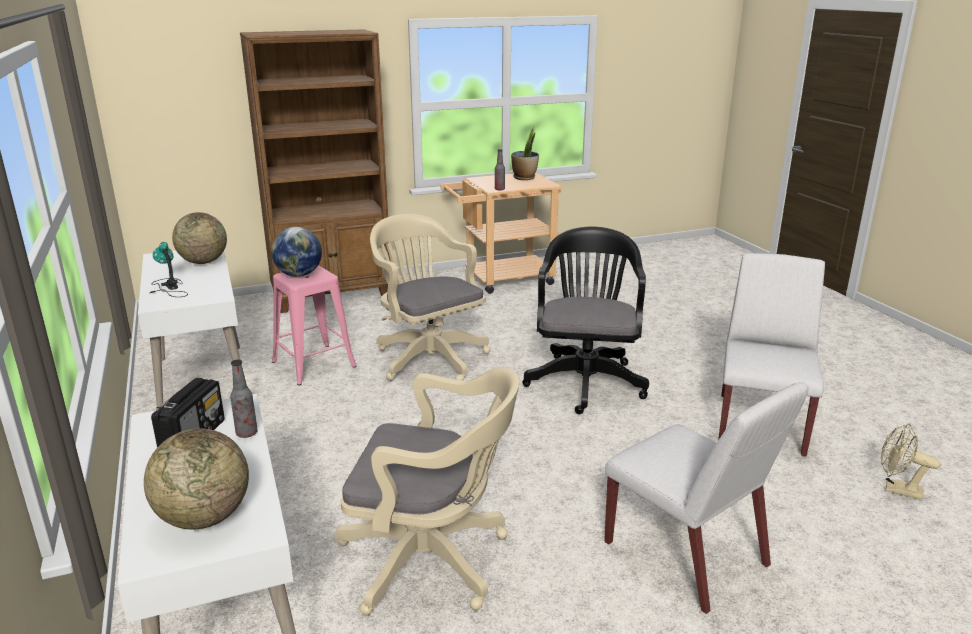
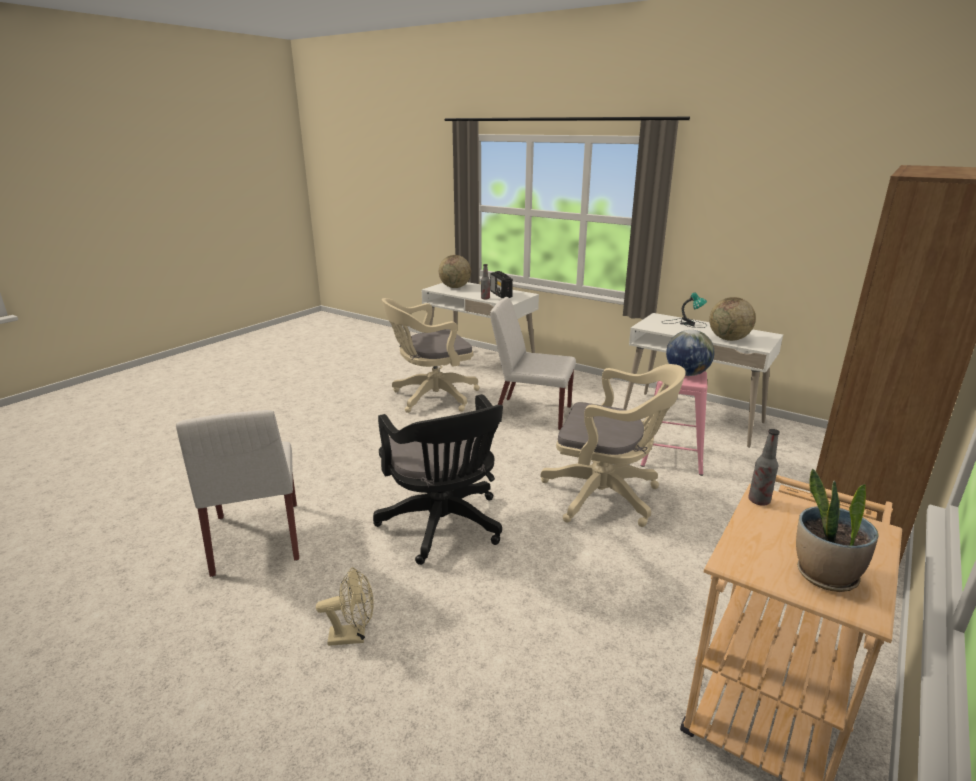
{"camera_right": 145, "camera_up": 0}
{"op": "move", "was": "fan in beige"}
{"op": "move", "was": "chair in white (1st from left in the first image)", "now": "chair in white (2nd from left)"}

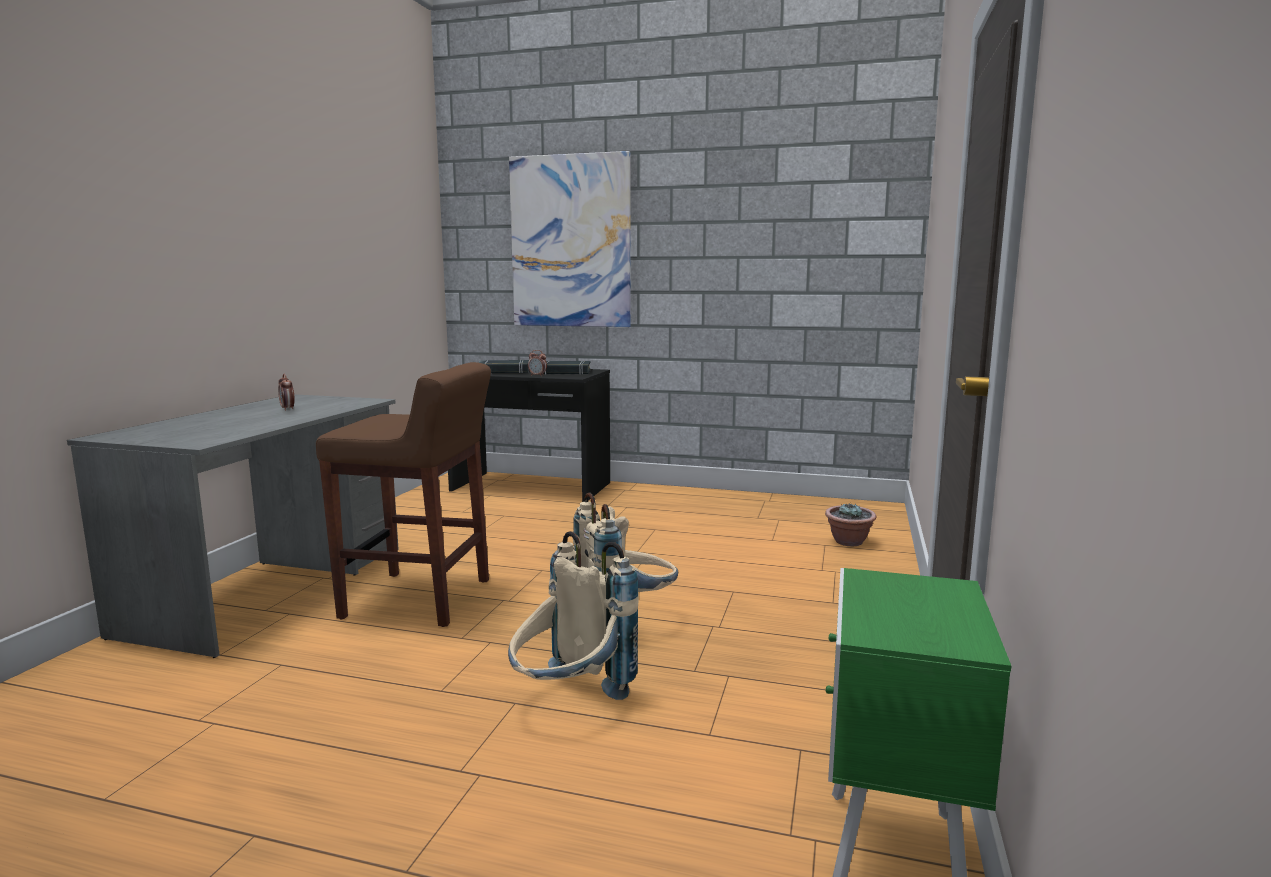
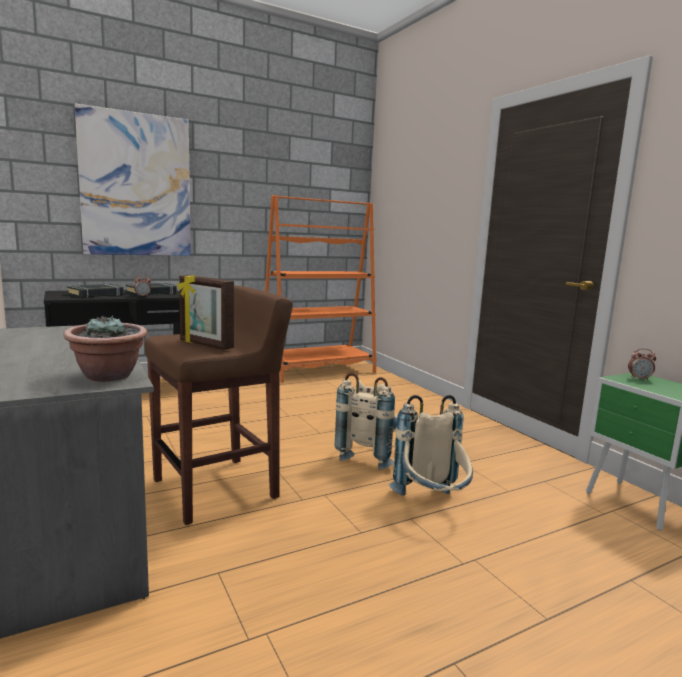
{"camera_right": -45, "camera_up": 0}
{"op": "move", "was": "potted plant"}
{"op": "insert", "now": "picture frame"}
{"op": "insert", "now": "bookcase in orange"}
{"op": "move", "was": "alarm clock (1st from left in the first image)", "now": "alarm clock (2nd from left)"}

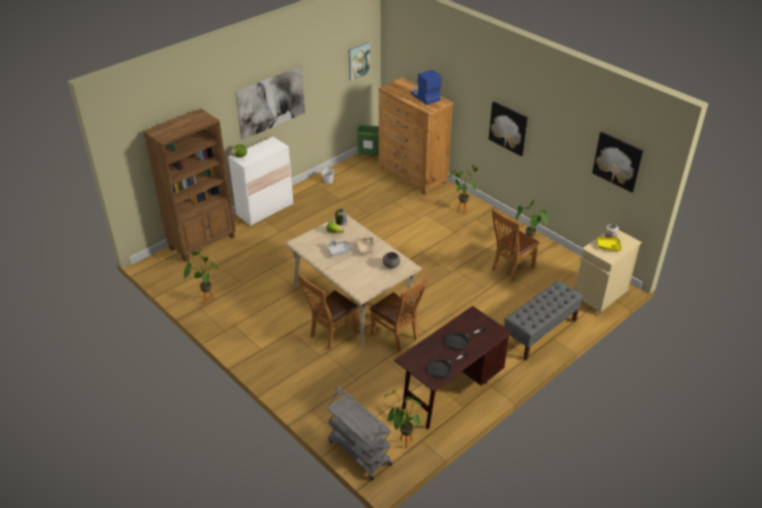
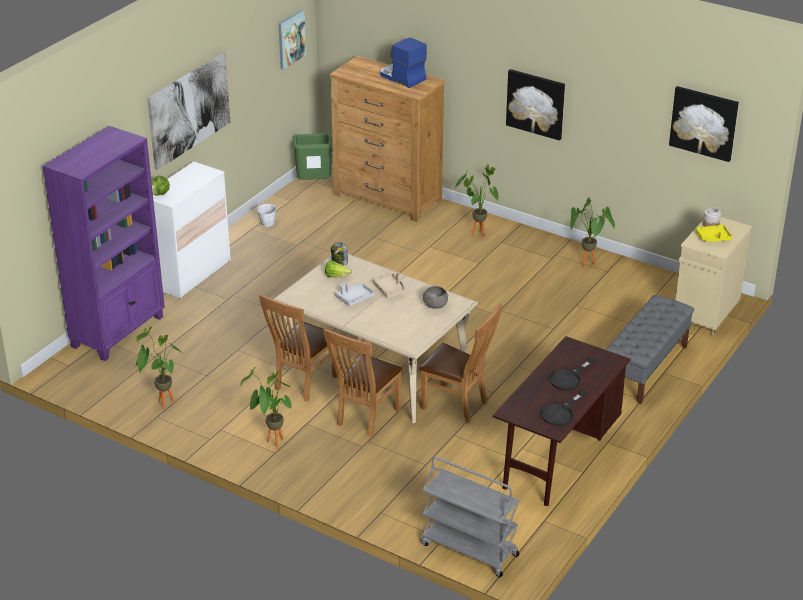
{"camera_right": -15, "camera_up": -5}
{"op": "recolor", "was": "bookcase in brown", "now": "bookcase in purple"}
{"op": "move", "was": "potted plant (2nd from left)"}
{"op": "move", "was": "chair in brown (3rd from left in the first image)", "now": "chair in brown (1st from left)"}

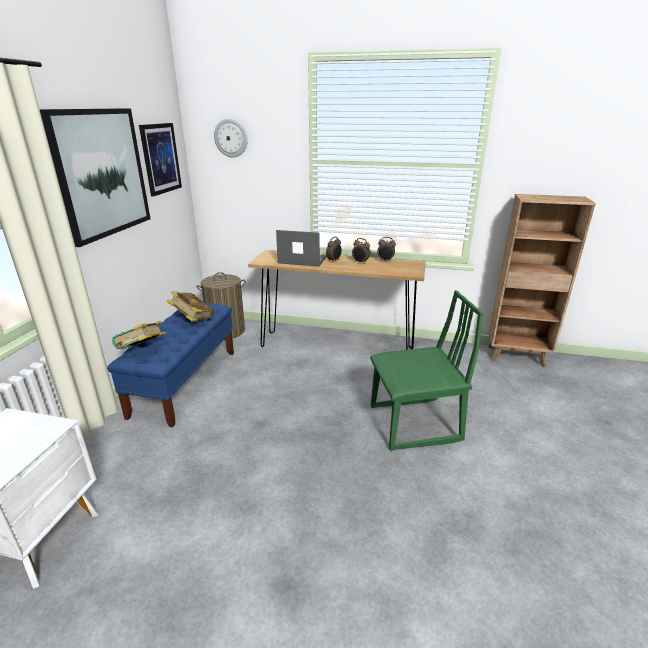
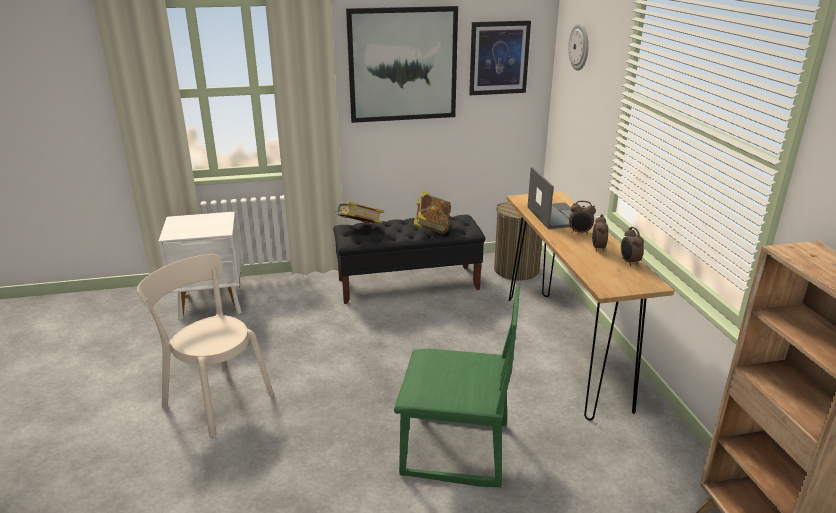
{"camera_right": 65, "camera_up": 0}
{"op": "insert", "now": "chair in beige"}
{"op": "recolor", "was": "bench in blue", "now": "bench in black"}
{"op": "rotate", "was": "chair in green", "clockwise": -45}

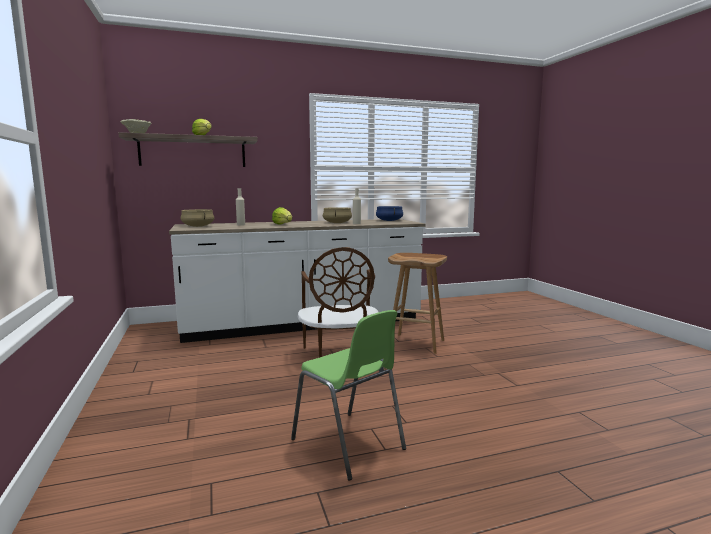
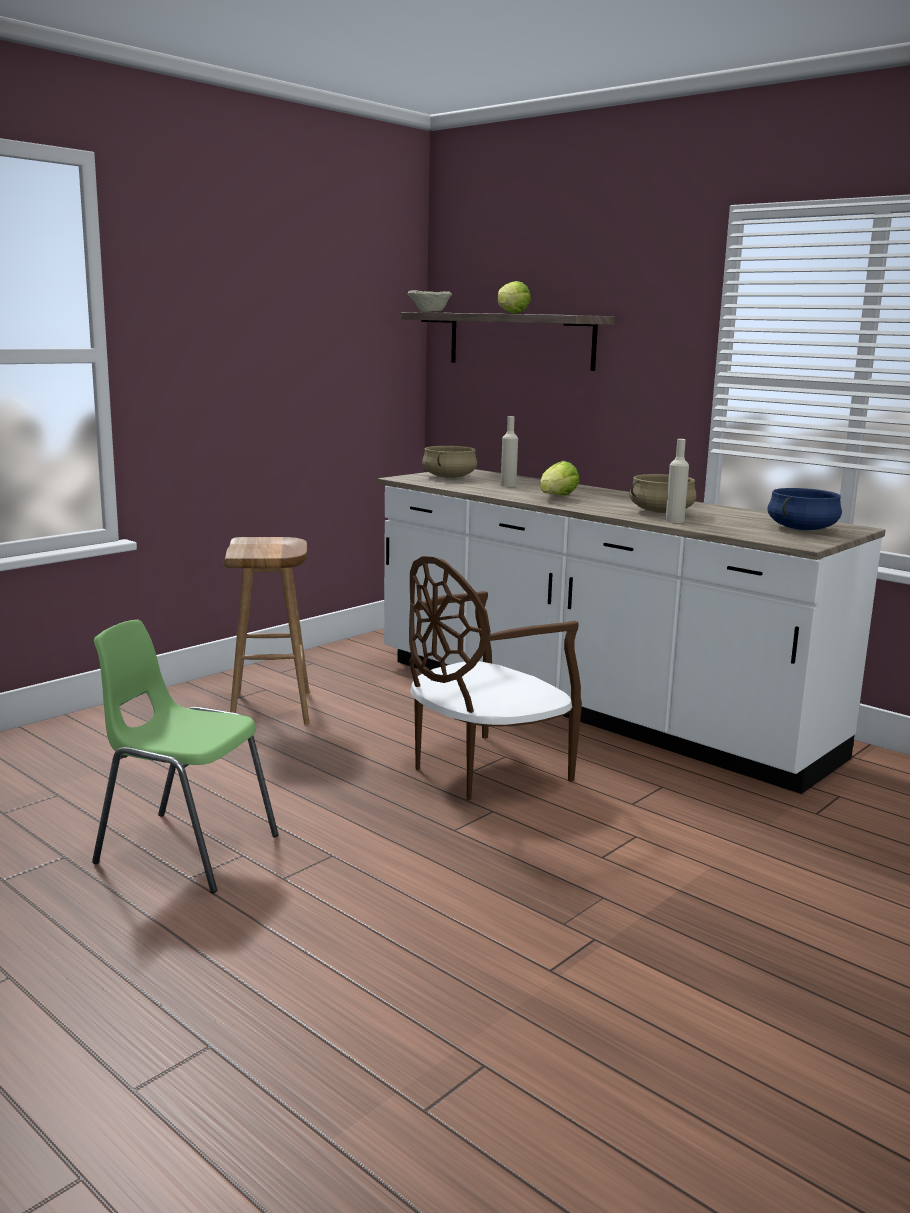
{"camera_right": 60, "camera_up": 5}
{"op": "rotate", "was": "chair in green", "clockwise": 90}
{"op": "move", "was": "stool in brown"}

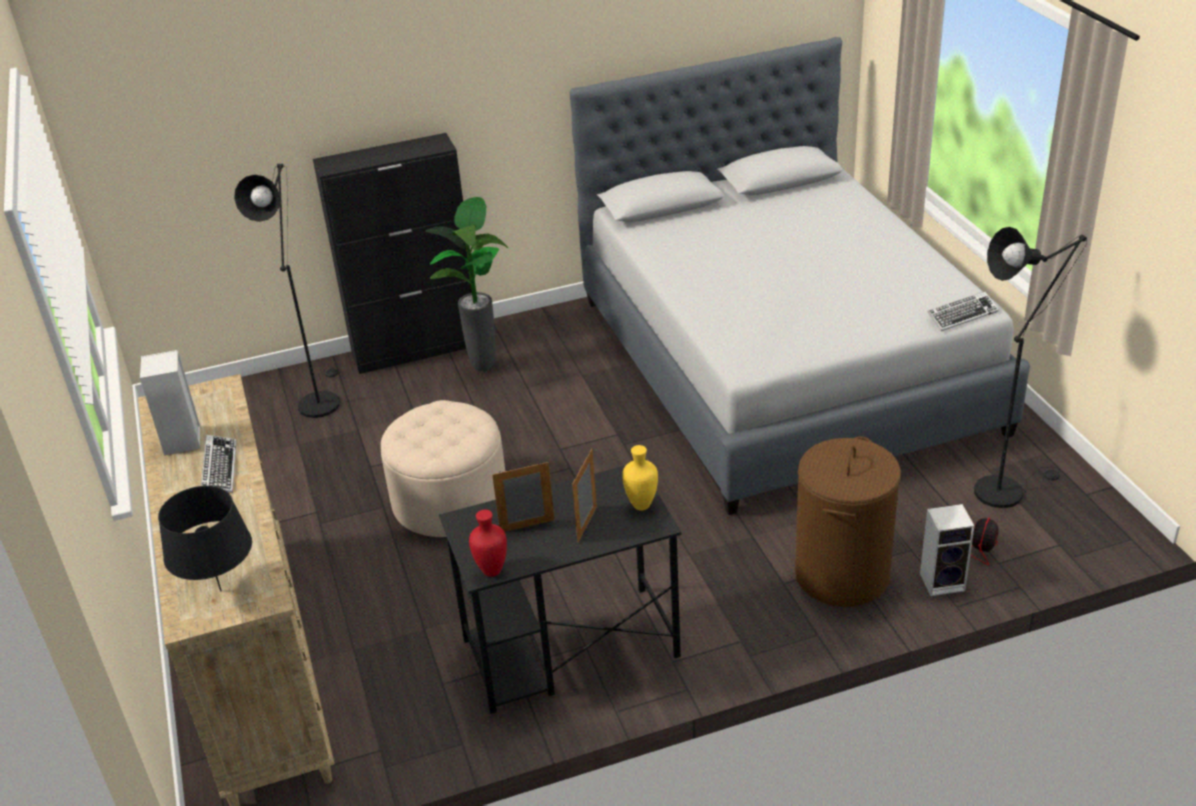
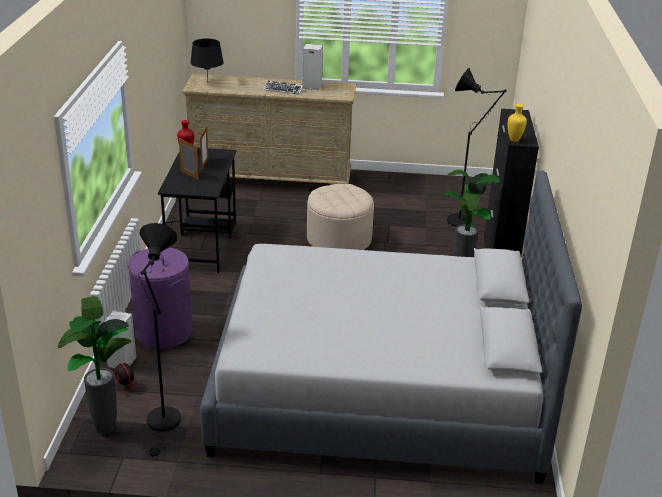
{"camera_right": 110, "camera_up": -5}
{"op": "insert", "now": "potted plant (1st from left)"}
{"op": "recolor", "was": "laundry basket in brown", "now": "laundry basket in purple"}
{"op": "move", "was": "vase in yellow"}
{"op": "delete", "was": "keyboard (2nd from left)"}

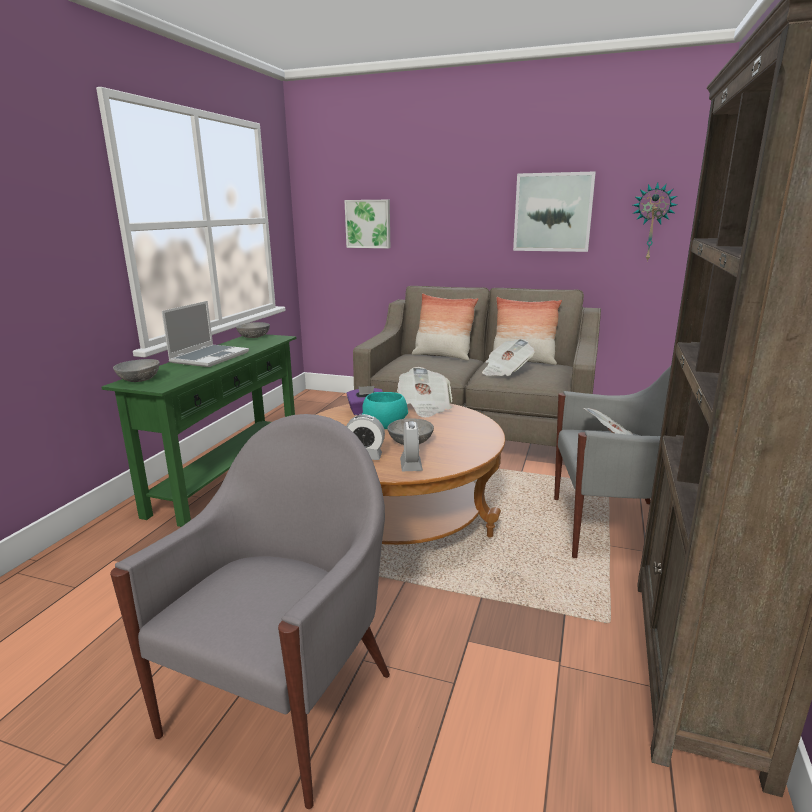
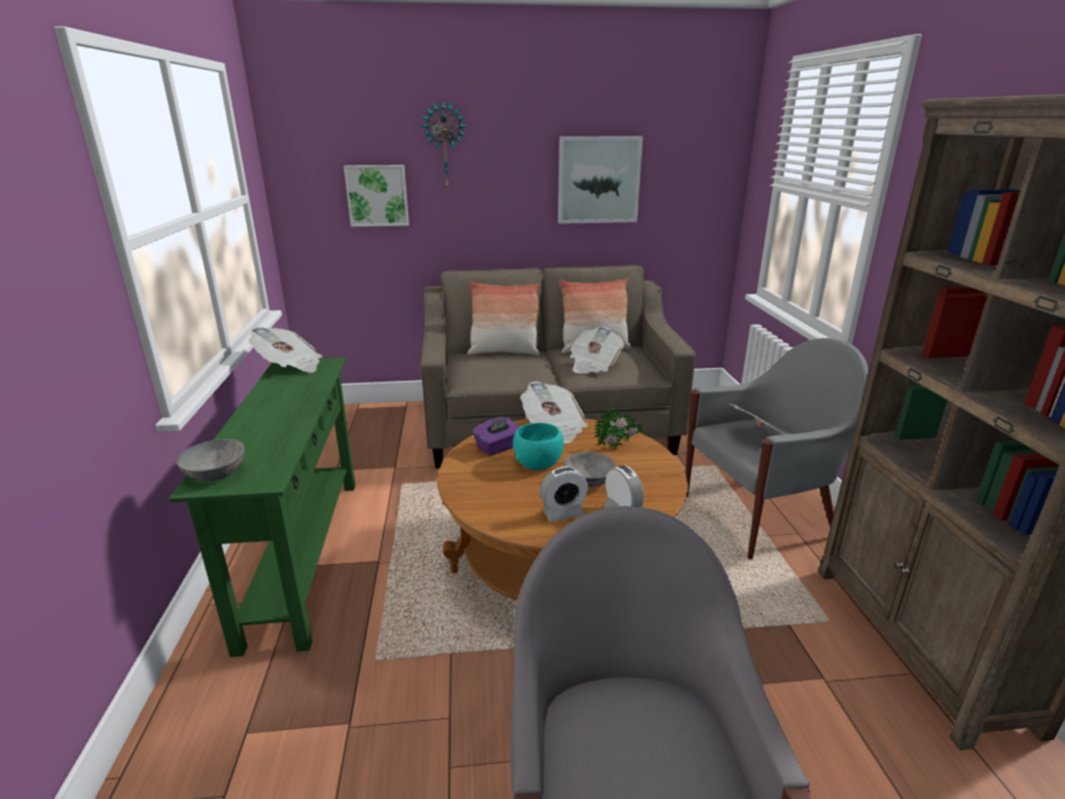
{"camera_right": -25, "camera_up": 5}
{"op": "replace", "was": "bowl in grey (2nd from left)", "now": "newspaper (1st from left)"}
{"op": "move", "was": "wall clock"}
{"op": "insert", "now": "potted plant"}
{"op": "delete", "was": "laptop"}

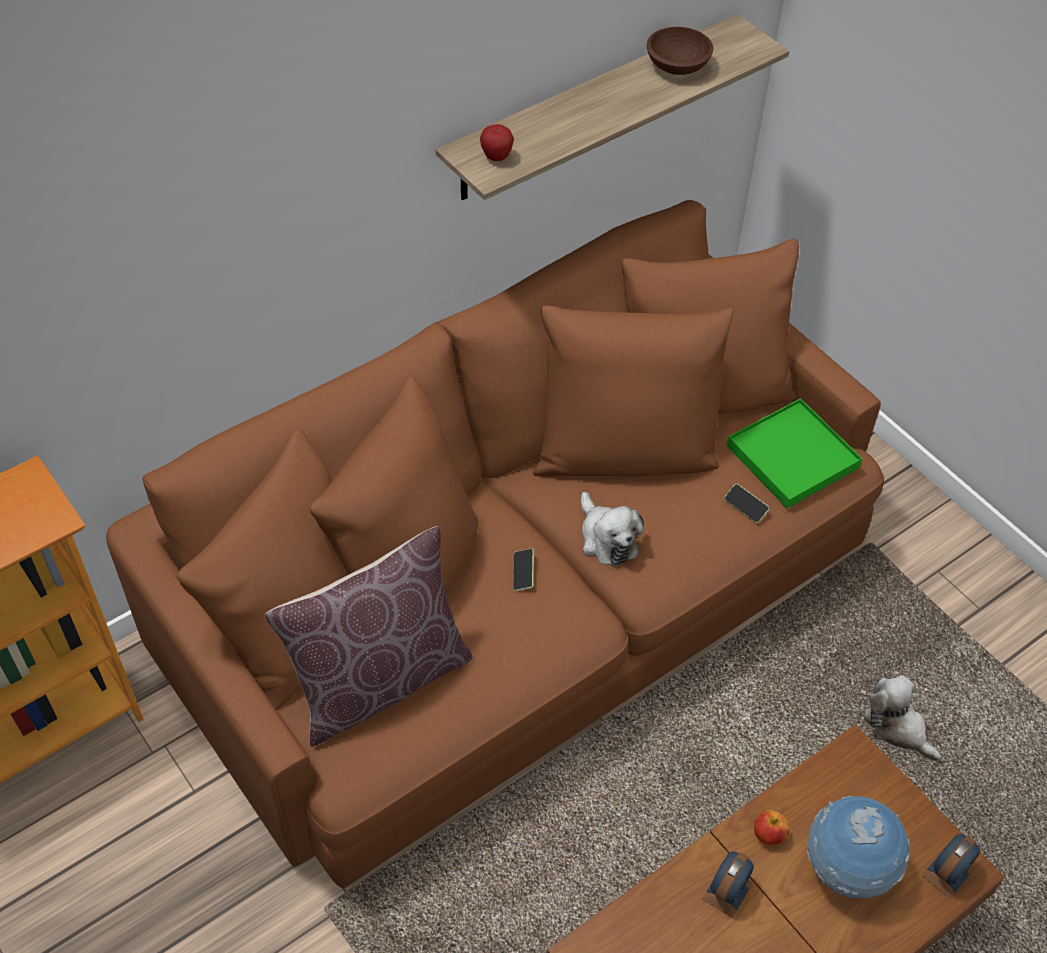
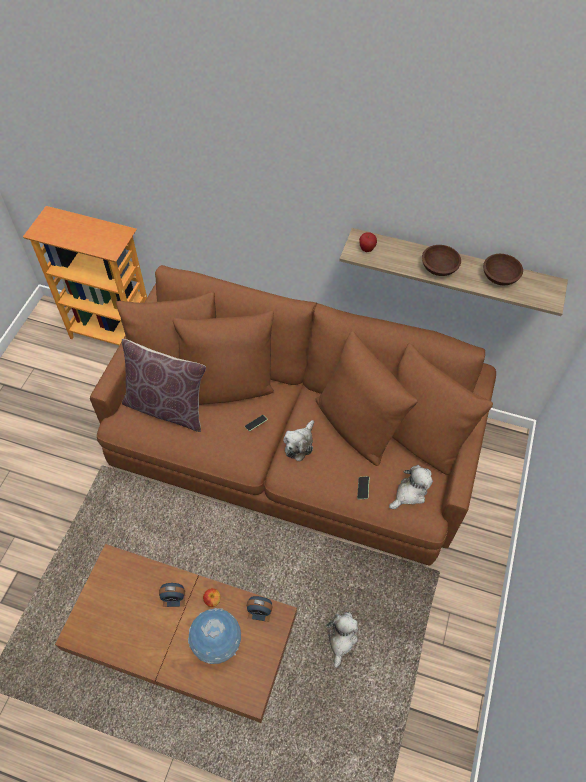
{"camera_right": 55, "camera_up": 5}
{"op": "move", "was": "alarm clock (2nd from left)"}
{"op": "replace", "was": "tray in green", "now": "plush toy (3rd from left)"}
{"op": "insert", "now": "bowl in brown (1st from left)"}

